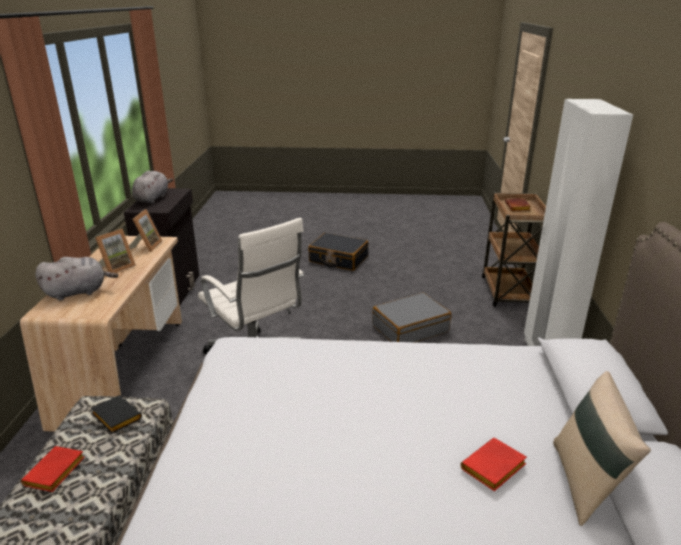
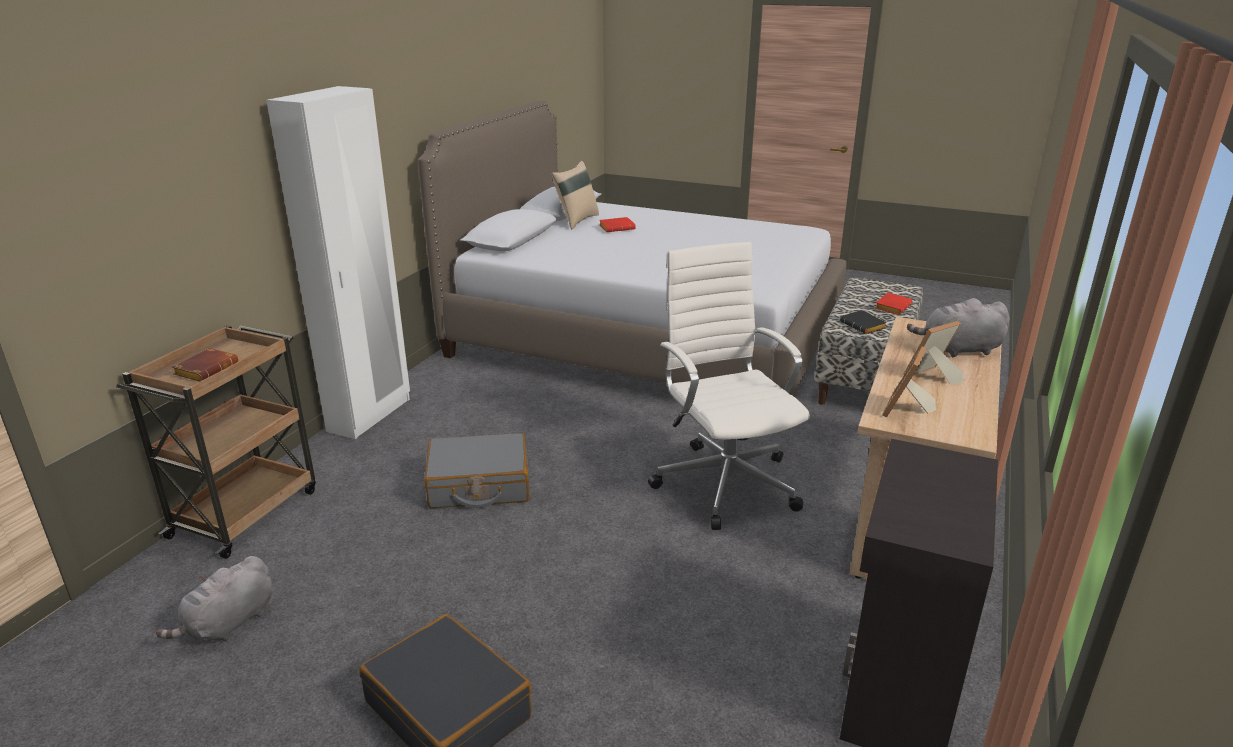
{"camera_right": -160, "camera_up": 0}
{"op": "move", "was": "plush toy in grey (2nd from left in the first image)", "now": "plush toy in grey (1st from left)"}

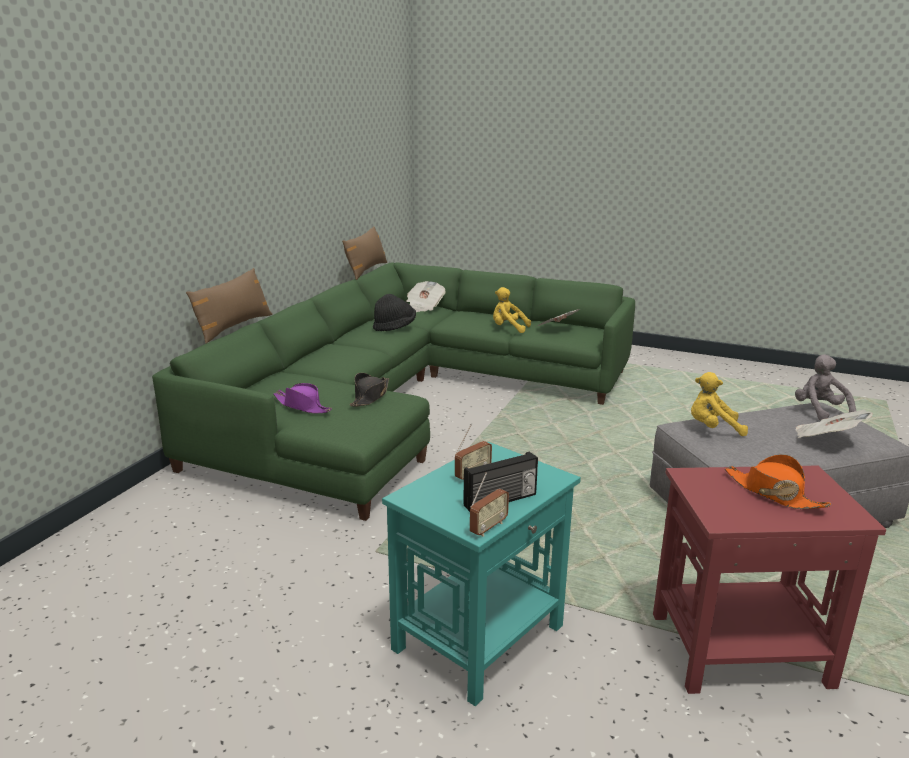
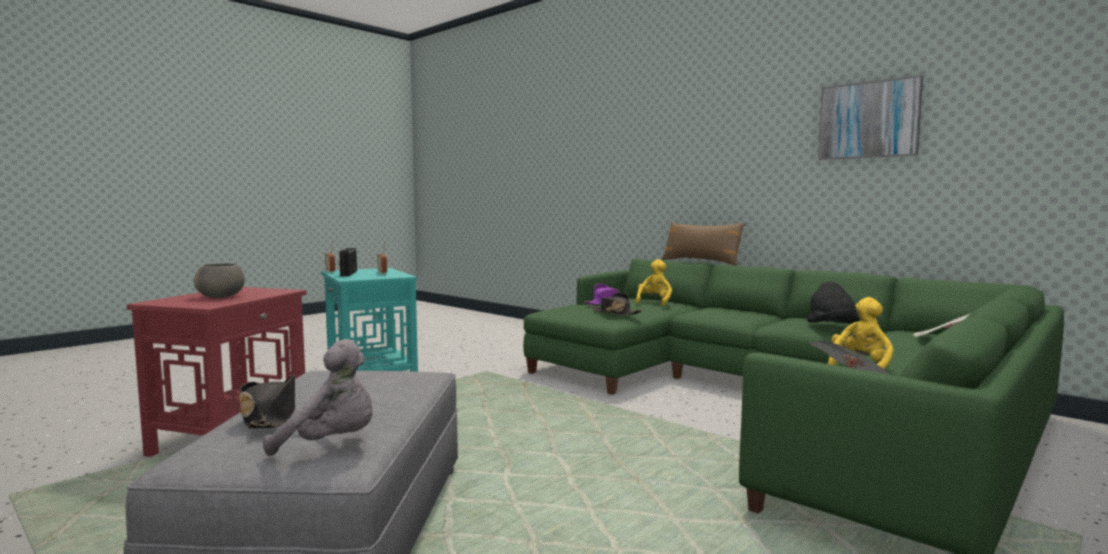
{"camera_right": 110, "camera_up": -15}
{"op": "replace", "was": "hat in orange", "now": "bowl in grey"}
{"op": "replace", "was": "newspaper (3rd from left)", "now": "hat in black (1st from left)"}
{"op": "move", "was": "plush toy in yellow (2nd from left in the first image)", "now": "plush toy in yellow (1st from left)"}
{"op": "insert", "now": "picture"}
{"op": "delete", "was": "pillow in brown (2nd from left)"}

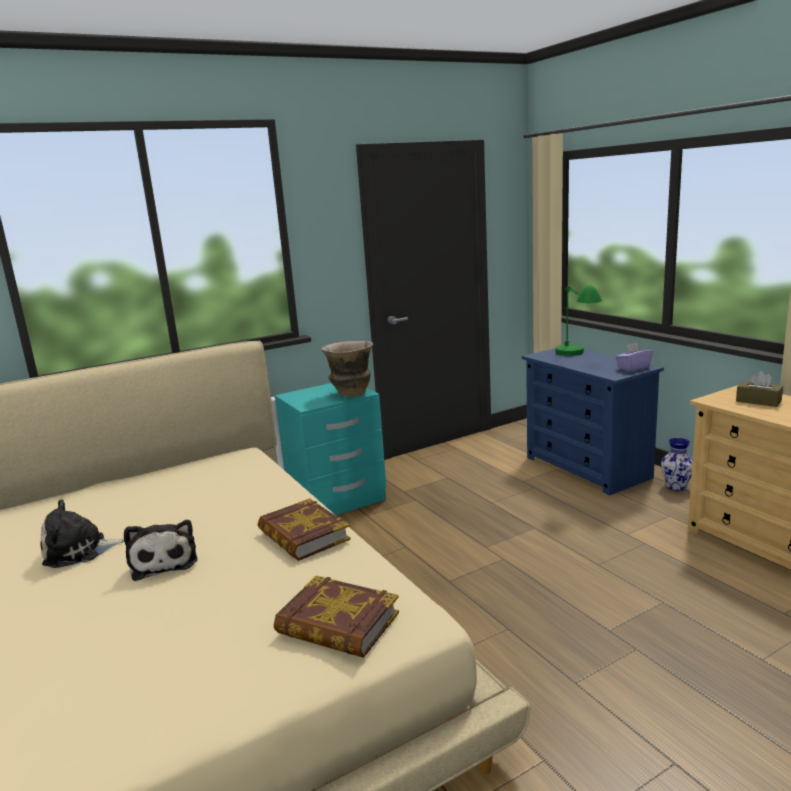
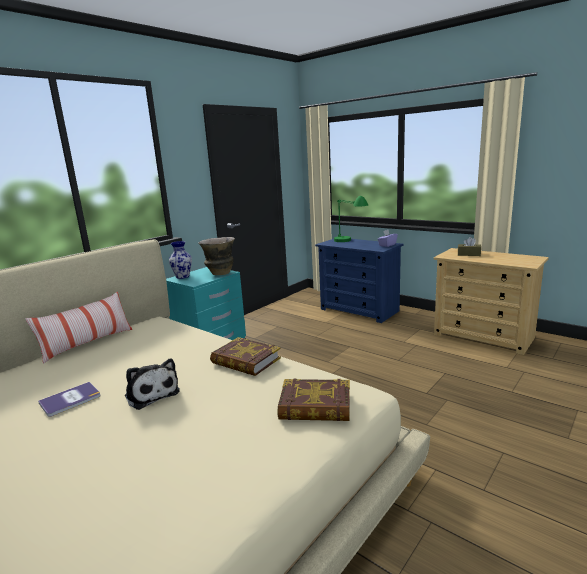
{"camera_right": -20, "camera_up": 0}
{"op": "insert", "now": "pillow"}
{"op": "replace", "was": "plush toy (1st from left)", "now": "book (1st from left)"}
{"op": "move", "was": "vase (2nd from left in the first image)", "now": "vase (1st from left)"}

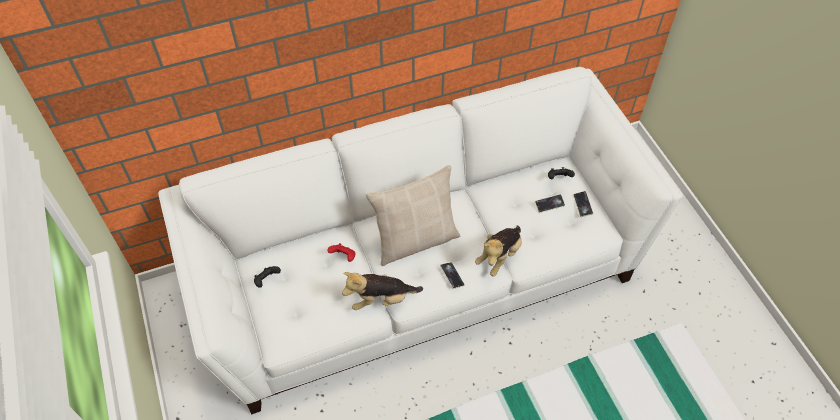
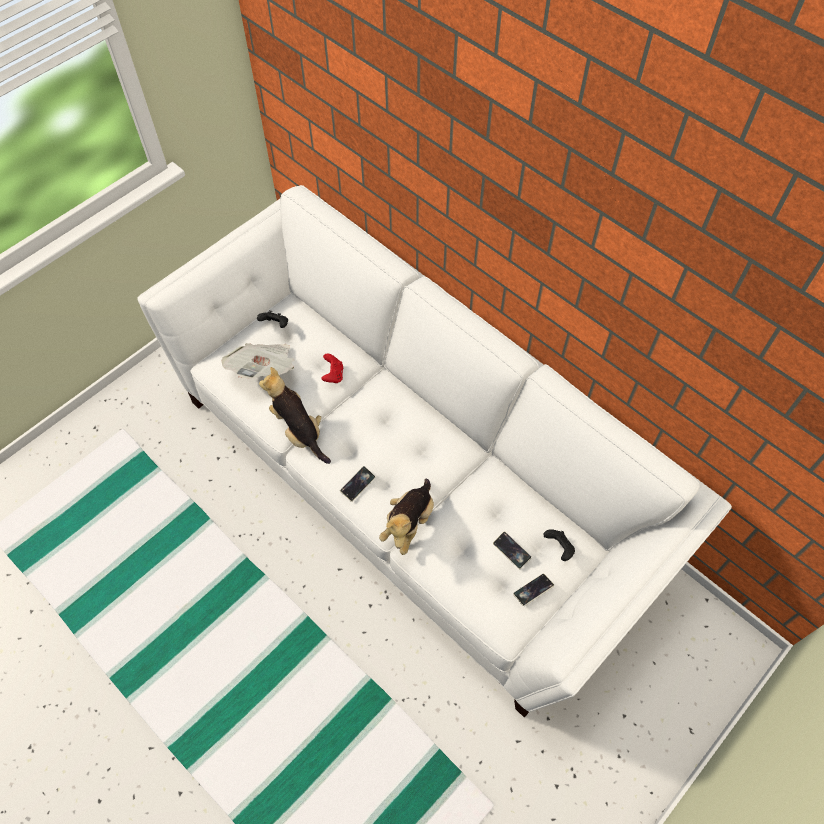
{"camera_right": 65, "camera_up": 5}
{"op": "insert", "now": "newspaper"}
{"op": "rotate", "was": "plush toy (2nd from left)", "clockwise": -75}
{"op": "delete", "was": "pillow in beige"}

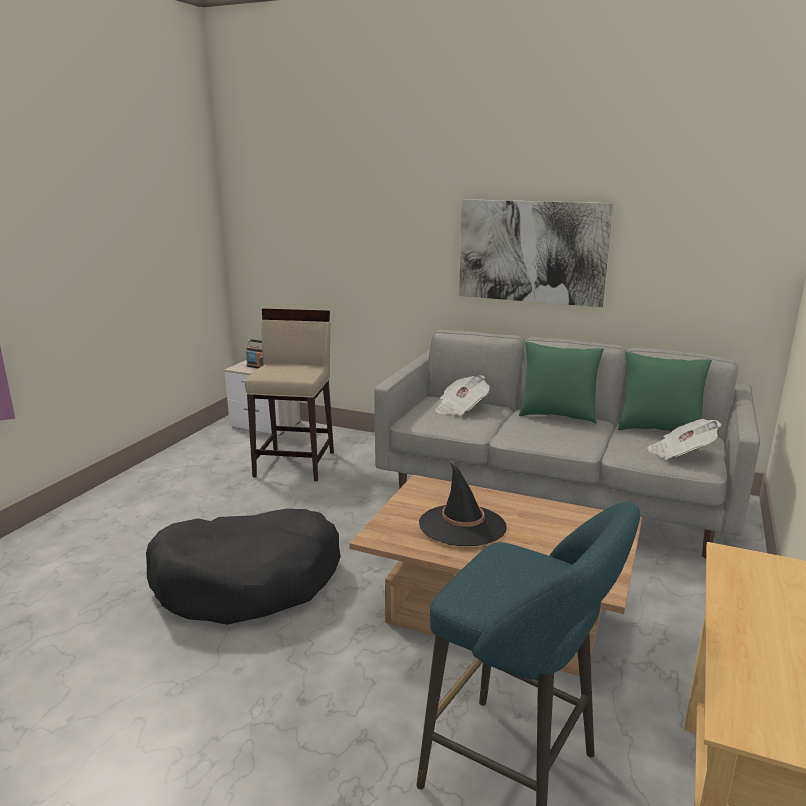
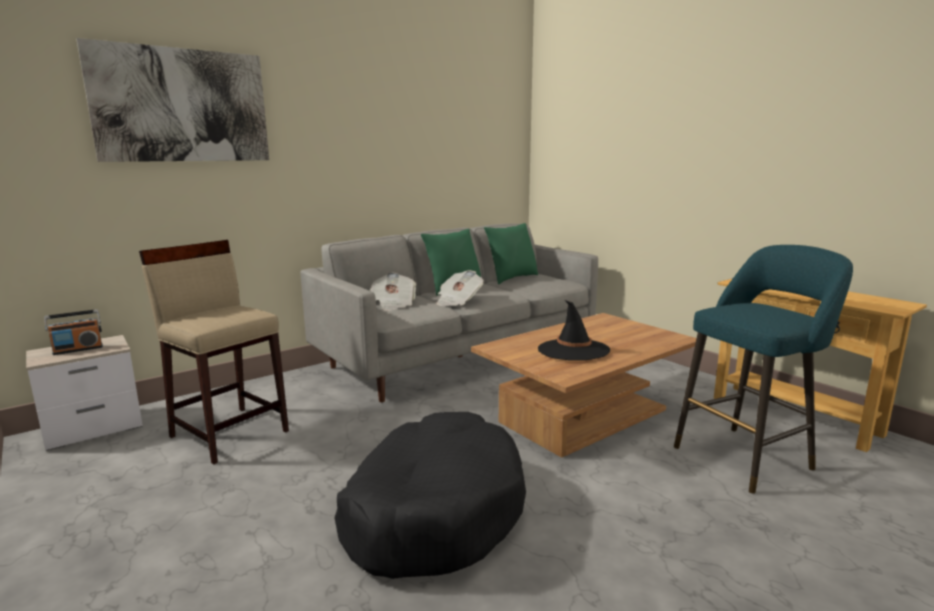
{"camera_right": -60, "camera_up": -5}
{"op": "move", "was": "picture"}
{"op": "move", "was": "newspaper (2nd from left)"}

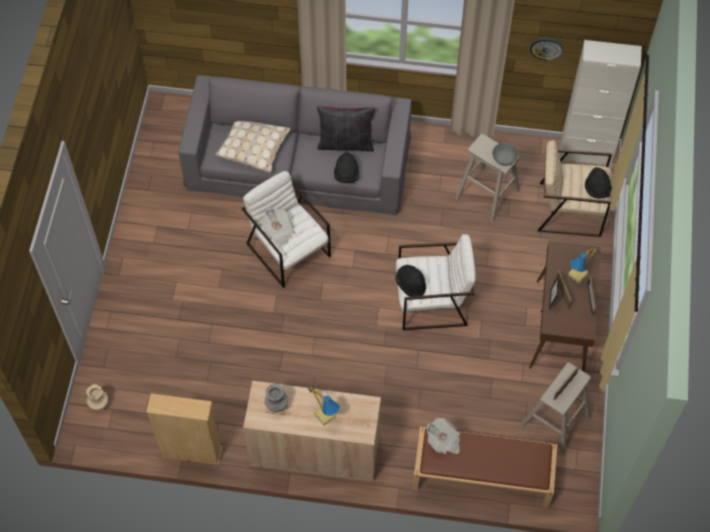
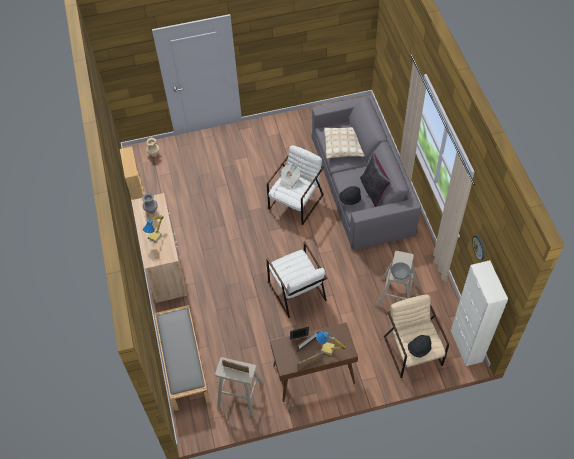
{"camera_right": 70, "camera_up": -5}
{"op": "recolor", "was": "bench in brown", "now": "bench in grey"}
{"op": "delete", "was": "hat in black (2nd from left)"}
{"op": "delete", "was": "newspaper (2nd from left)"}

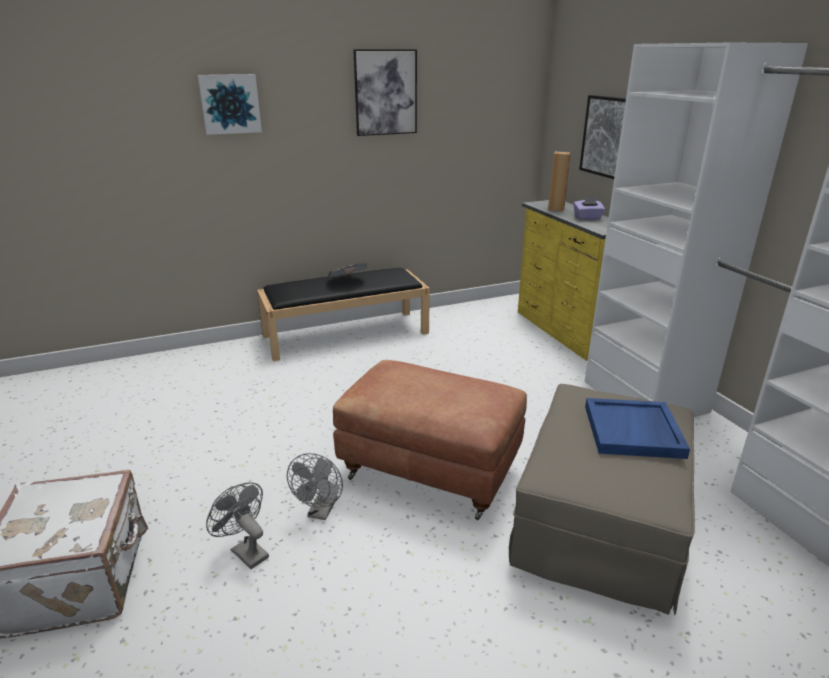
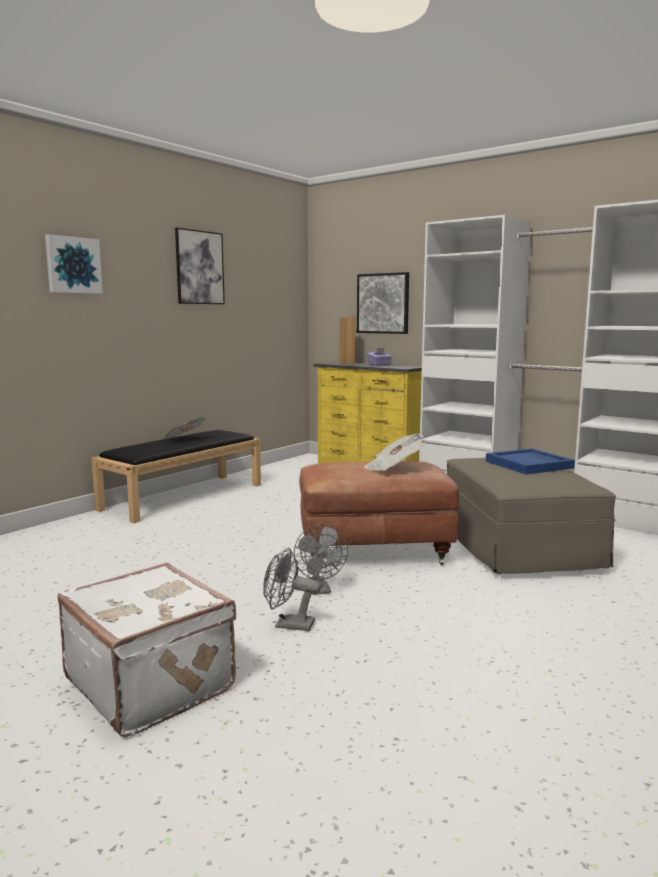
{"camera_right": -30, "camera_up": -15}
{"op": "insert", "now": "newspaper (2nd from left)"}

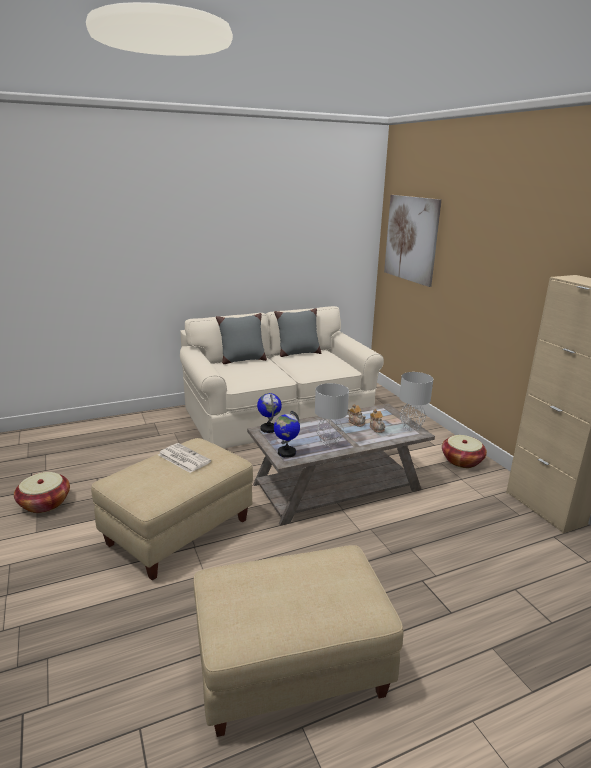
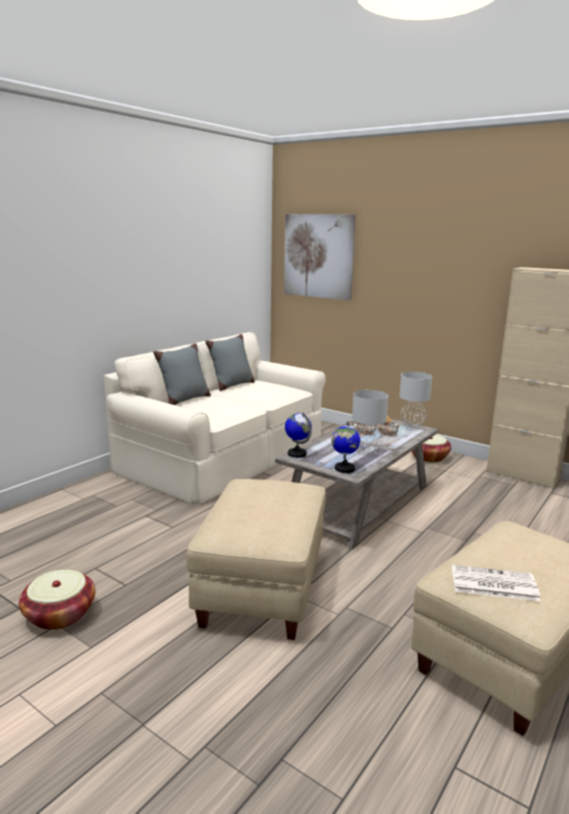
{"camera_right": -30, "camera_up": -5}
{"op": "move", "was": "newspaper"}

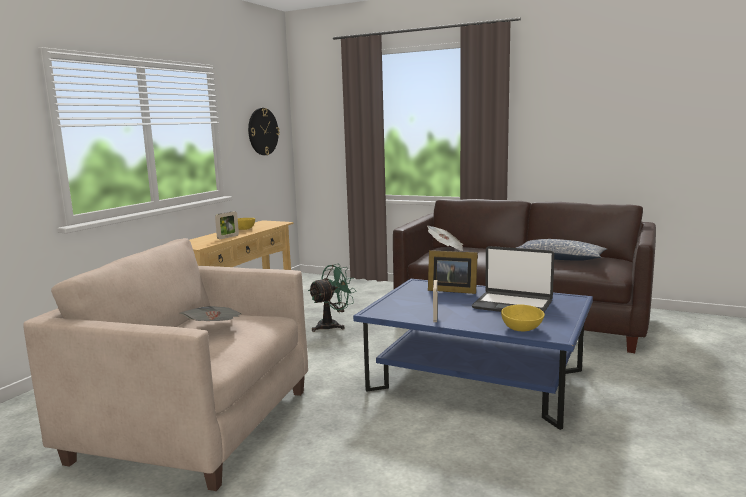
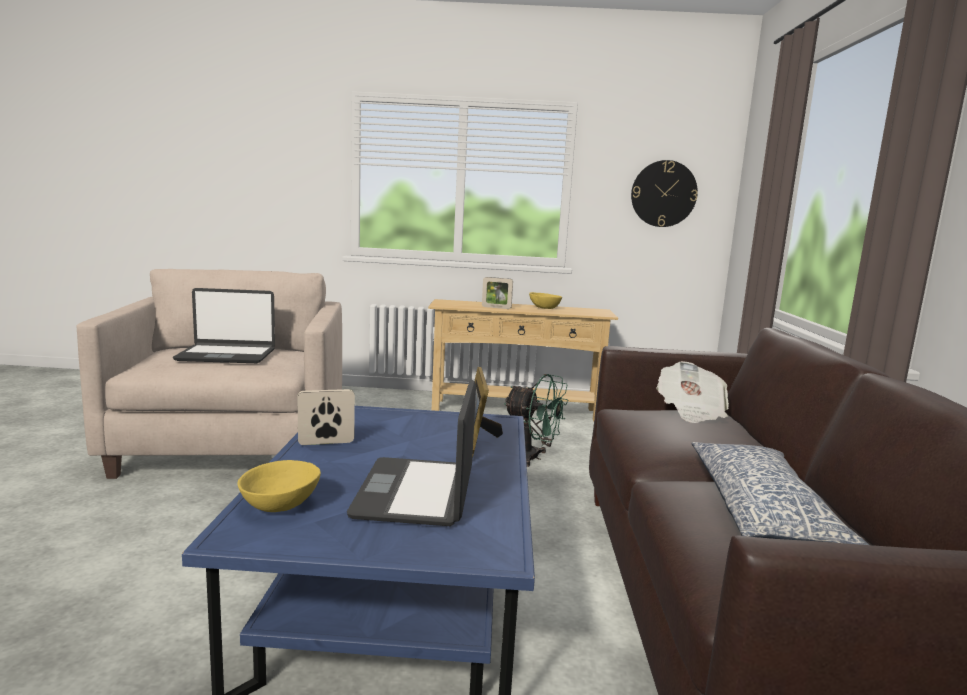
{"camera_right": 65, "camera_up": 0}
{"op": "replace", "was": "newspaper (1st from left)", "now": "laptop (1st from left)"}

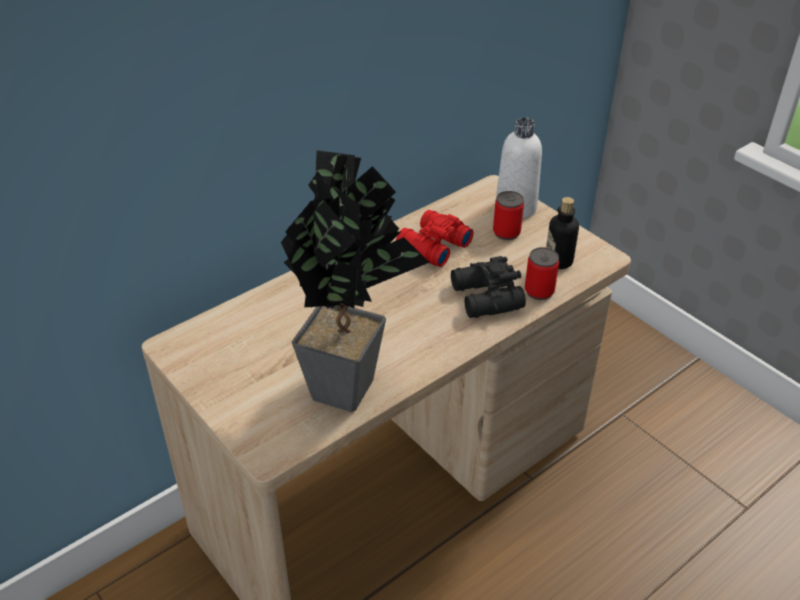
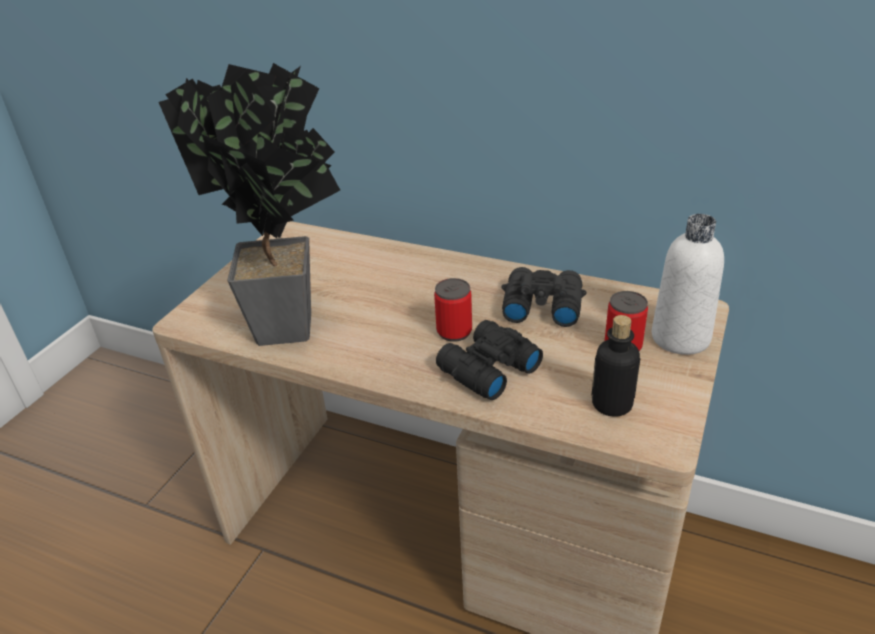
{"camera_right": 65, "camera_up": -5}
{"op": "move", "was": "can (2nd from left in the first image)", "now": "can (1st from left)"}
{"op": "recolor", "was": "binoculars in red", "now": "binoculars in black (2nd from left)"}

